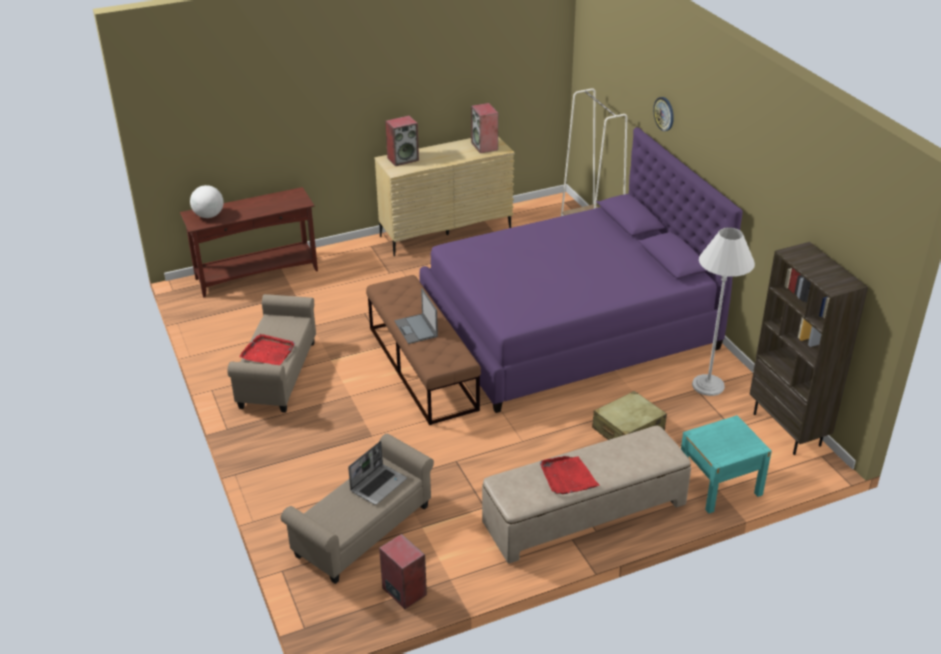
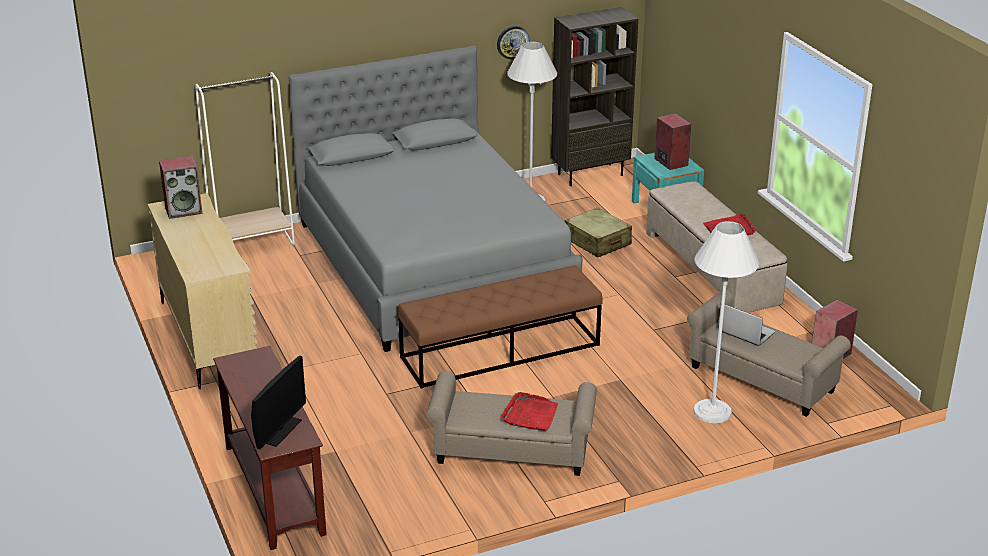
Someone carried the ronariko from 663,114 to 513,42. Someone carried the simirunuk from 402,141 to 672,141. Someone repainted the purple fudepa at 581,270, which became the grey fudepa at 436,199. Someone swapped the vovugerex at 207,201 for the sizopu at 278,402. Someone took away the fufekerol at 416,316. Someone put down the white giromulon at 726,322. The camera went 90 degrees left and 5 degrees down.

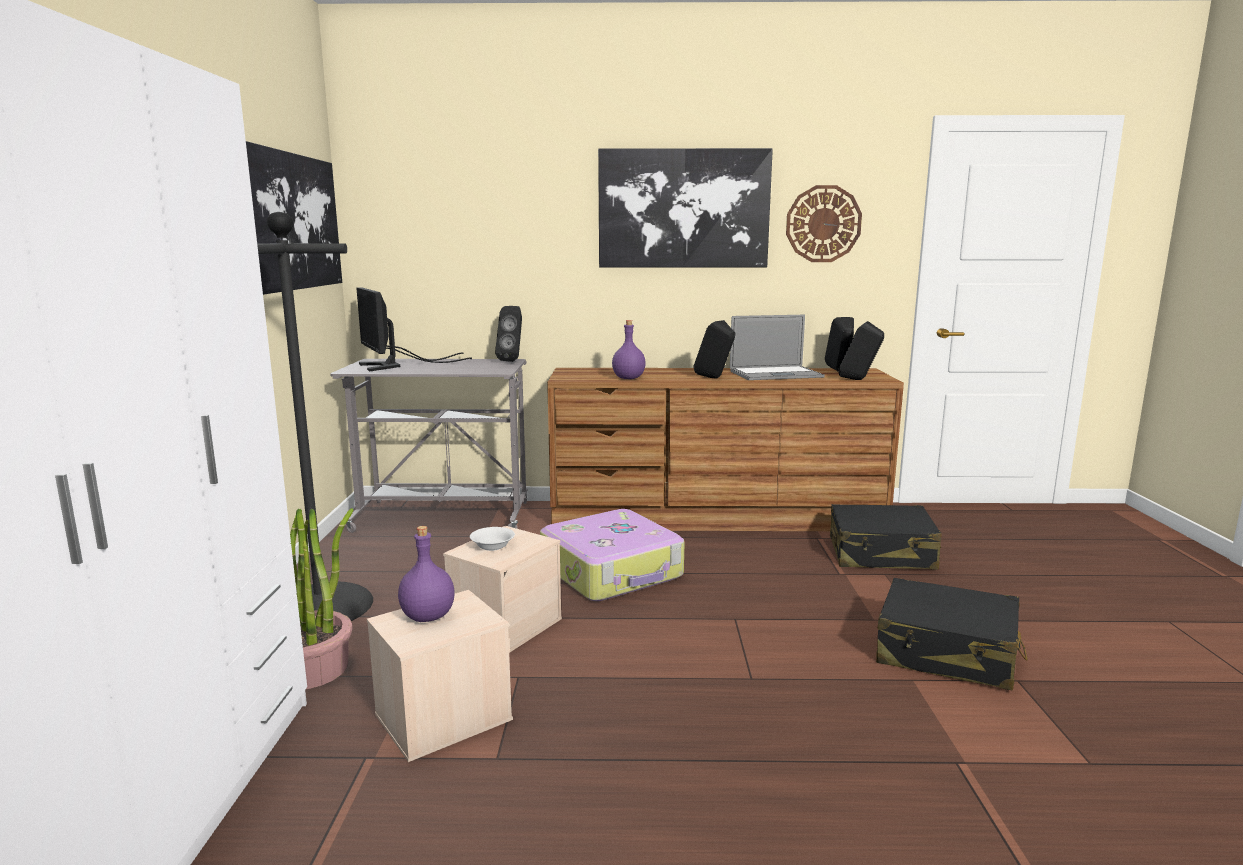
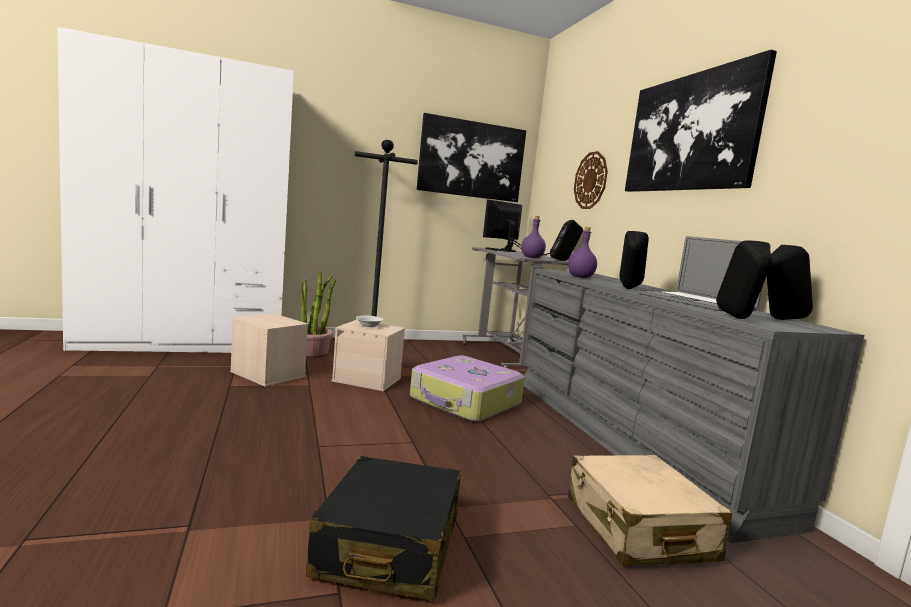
Someone carried the ronariko from 824,223 to 591,180. Someone repainted the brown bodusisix at 725,449, which became the grey bodusisix at 693,406. Someone repainted the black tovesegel at 886,537, which became the beige tovesegel at 650,510. Someone carried the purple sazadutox from 426,574 to 533,237. The camera went 70 degrees right and 5 degrees down.

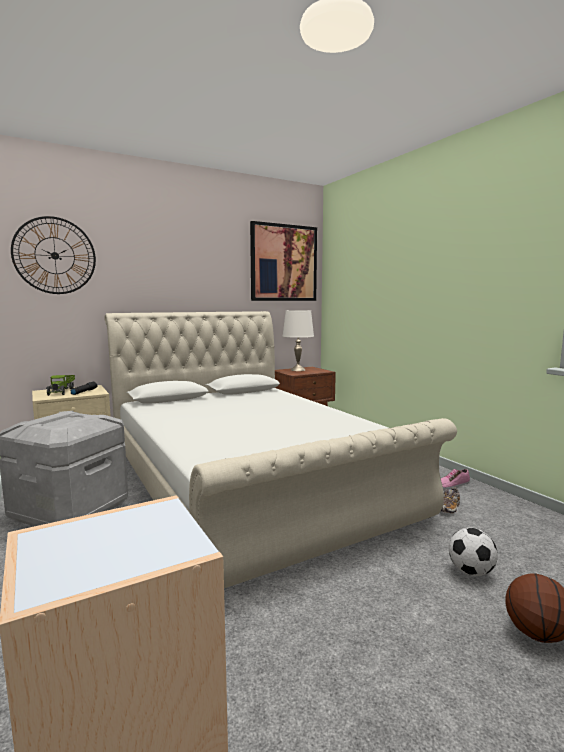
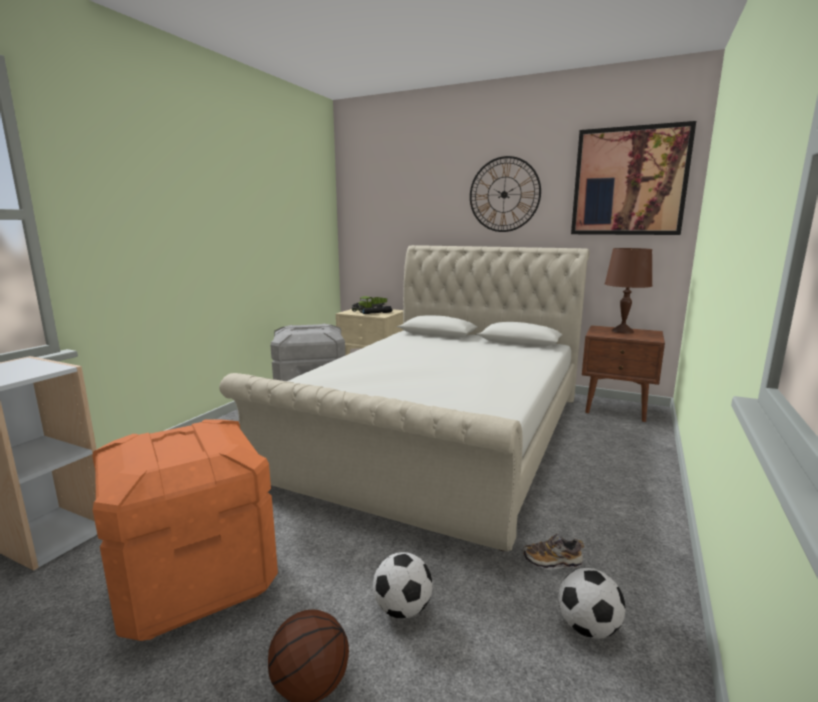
Someone carried the ronariko from 53,255 to 505,194. Someone repainted the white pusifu at 298,340, which became the brown pusifu at 629,291. Someone took away the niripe at 455,479. Someone put down the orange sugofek at 185,530. Someone put down the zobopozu at 591,603. The camera went 55 degrees right and 5 degrees up.

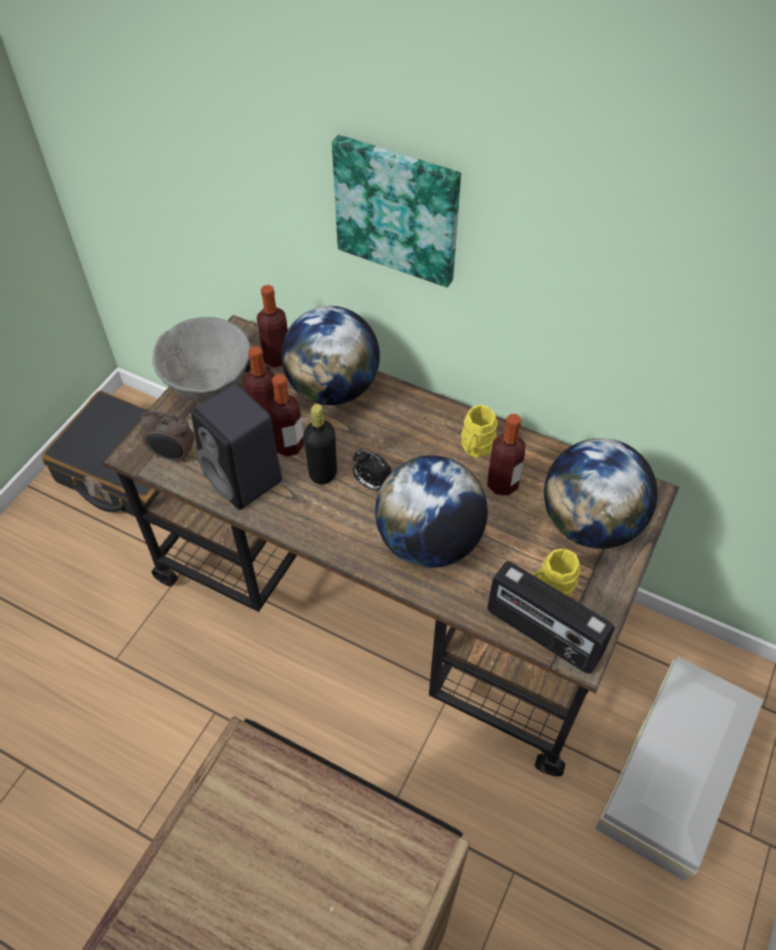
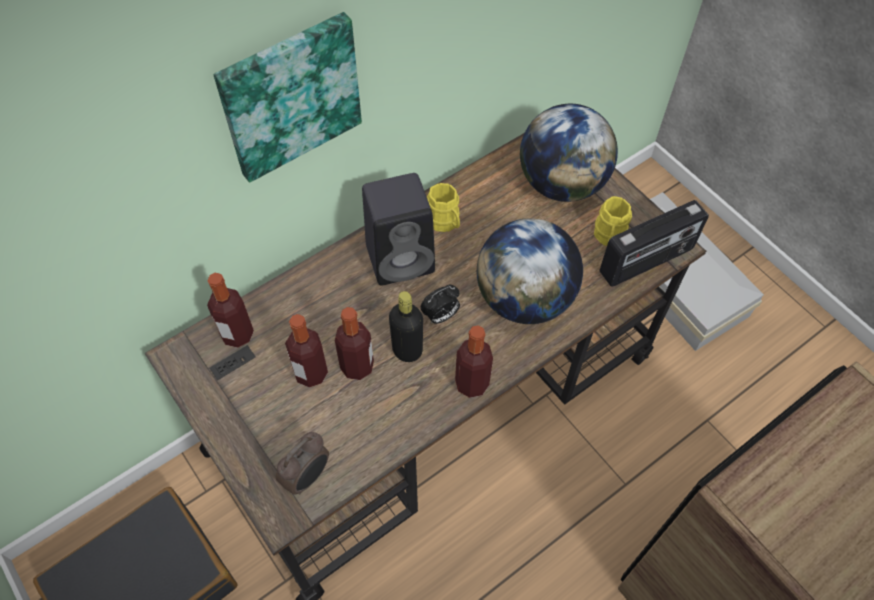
Someone took away the vovugerex at 330,355. Someone took away the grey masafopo at 201,360. Someone carried the black simirunuk from 236,447 to 398,229. Someone carried the sazadutox from 506,455 to 474,361. The camera went 65 degrees left and 5 degrees up.

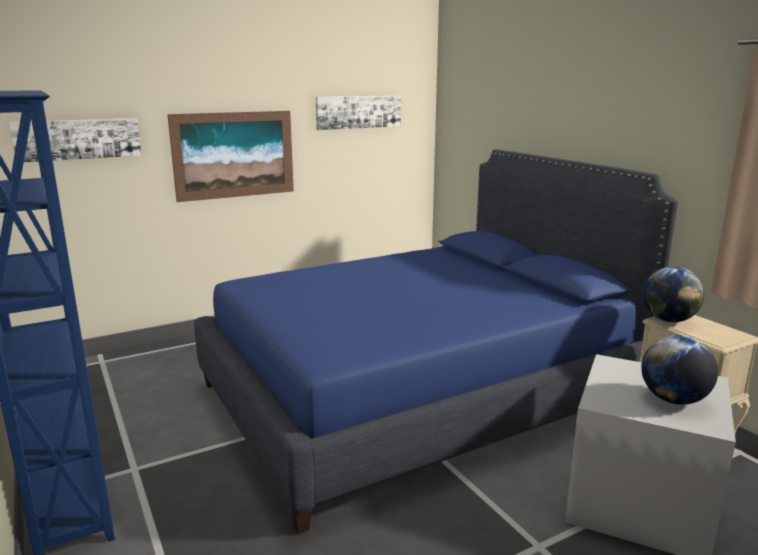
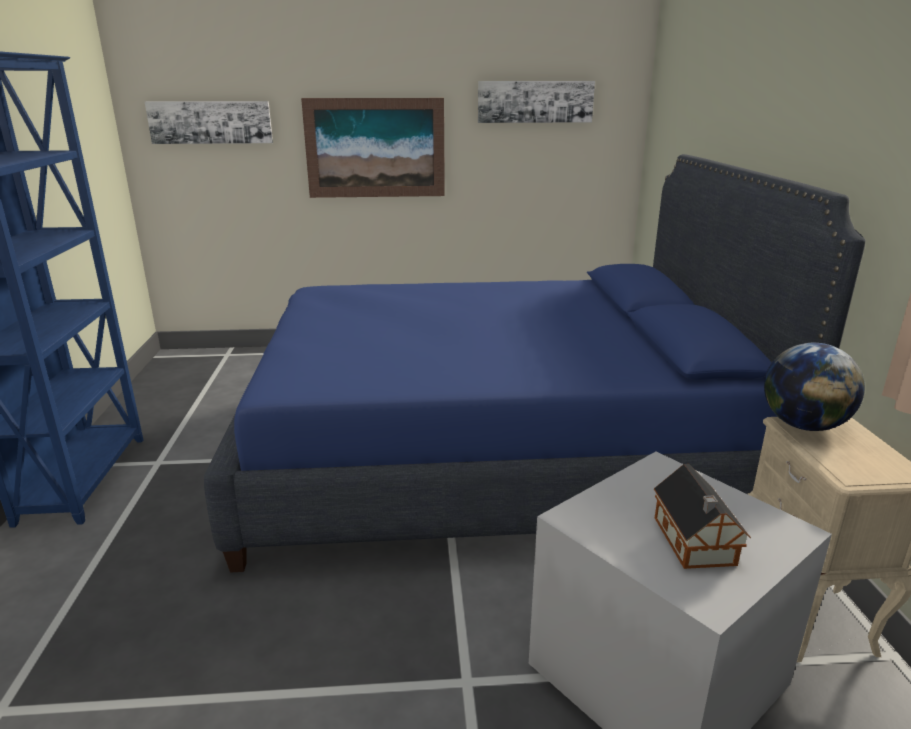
Someone swapped the vovugerex at 679,370 for the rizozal at 702,516. The camera went 25 degrees right and 5 degrees up.

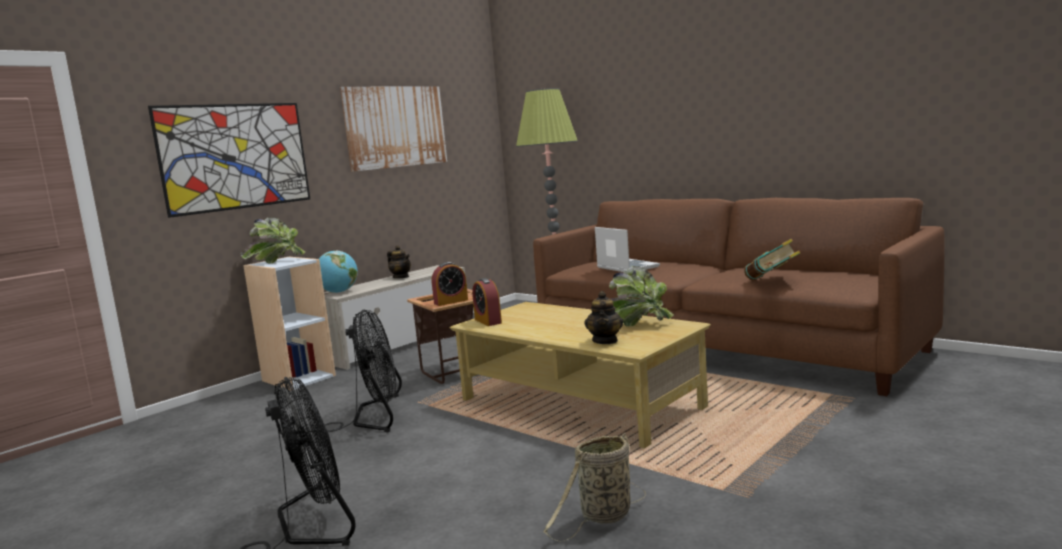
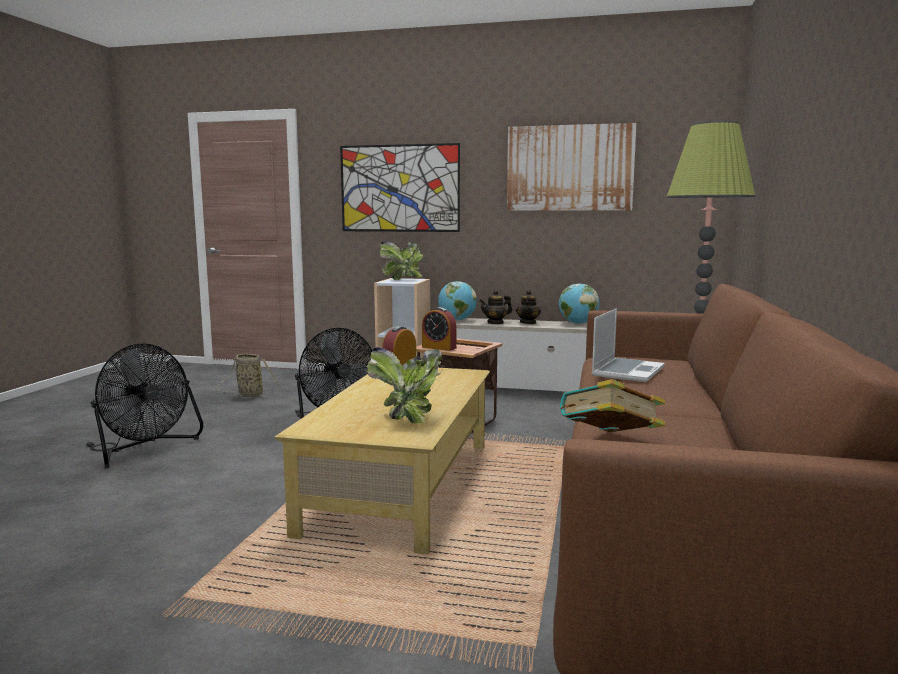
Someone carried the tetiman from 603,317 to 495,307. Someone carried the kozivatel from 595,487 to 249,375. Someone put down the vovugerex at 579,304. The camera went 60 degrees right and 0 degrees up.

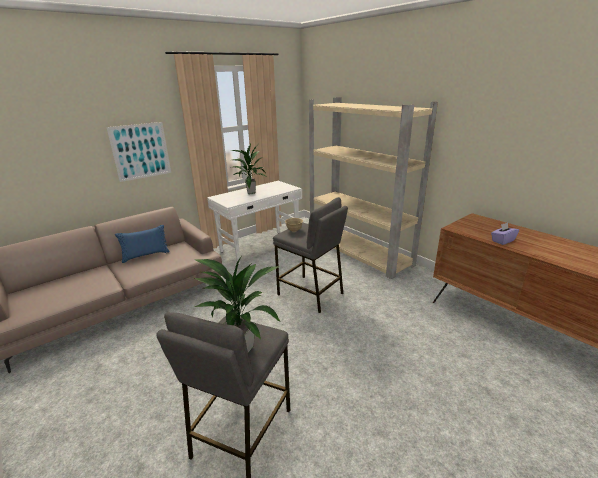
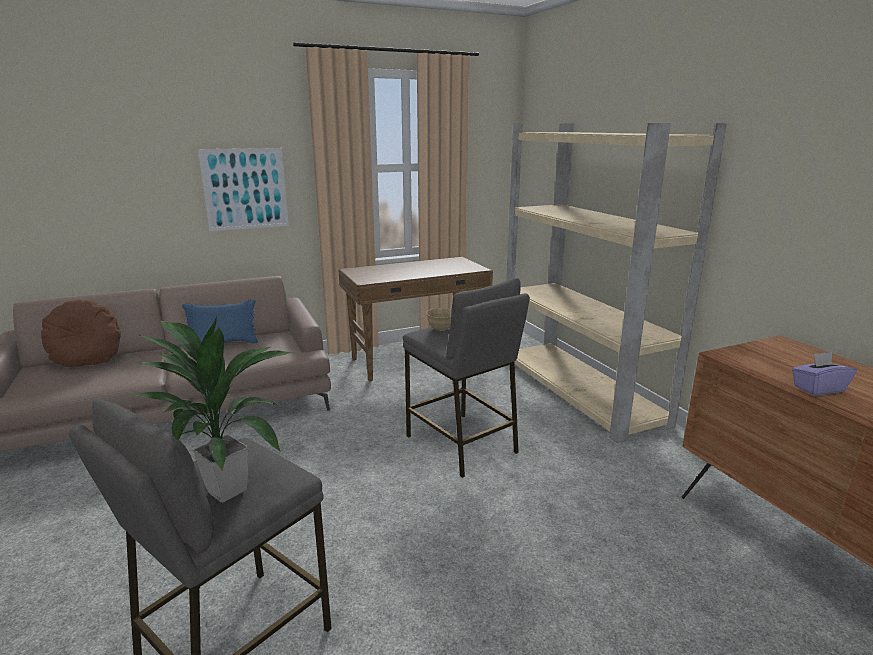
Someone took away the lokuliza at 248,169. Someone repainted the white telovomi at 254,223, which became the brown telovomi at 416,319. Someone put down the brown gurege at 81,333. The camera went 15 degrees right and 5 degrees down.

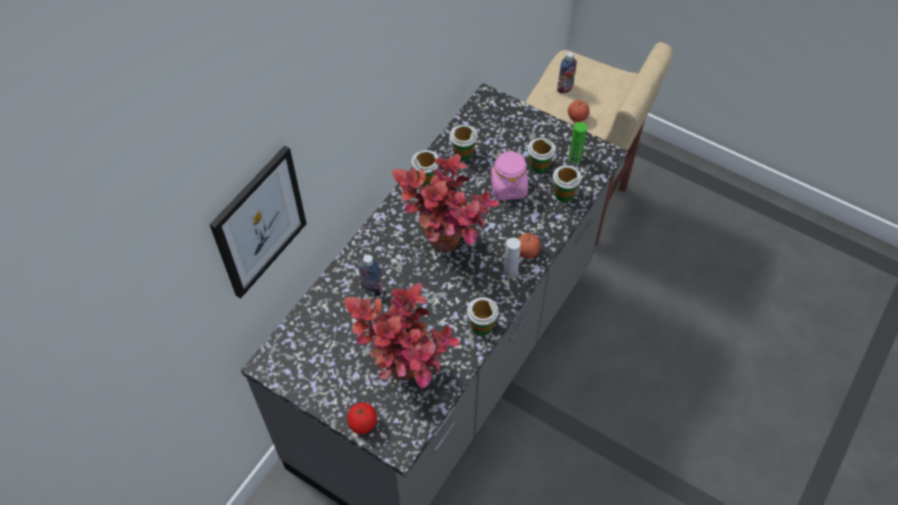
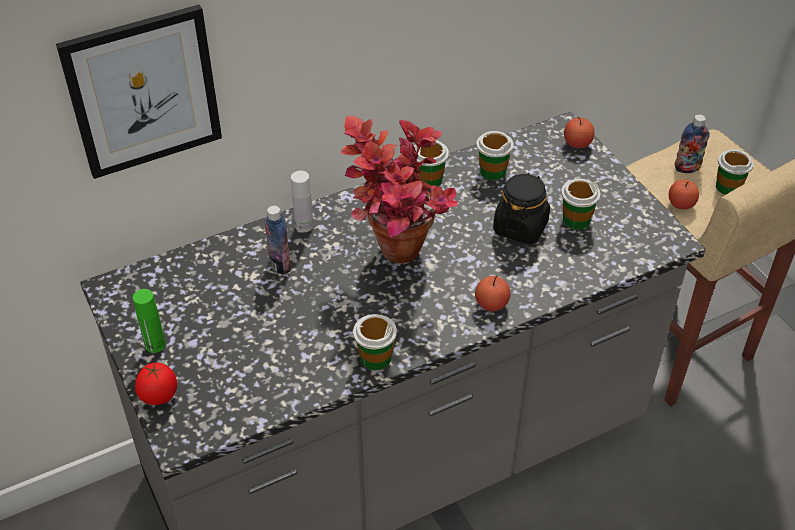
Someone carried the green sazadutox from 577,142 to 149,321. Someone repainted the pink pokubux at 509,175, which became the black pokubux at 521,208. Someone carried the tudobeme from 567,183 to 735,172. Someone carried the white sazadutox from 512,257 to 302,201. Someone took away the lokuliza at 402,336. Someone put down the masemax at 579,133. The camera went 30 degrees right and 10 degrees down.

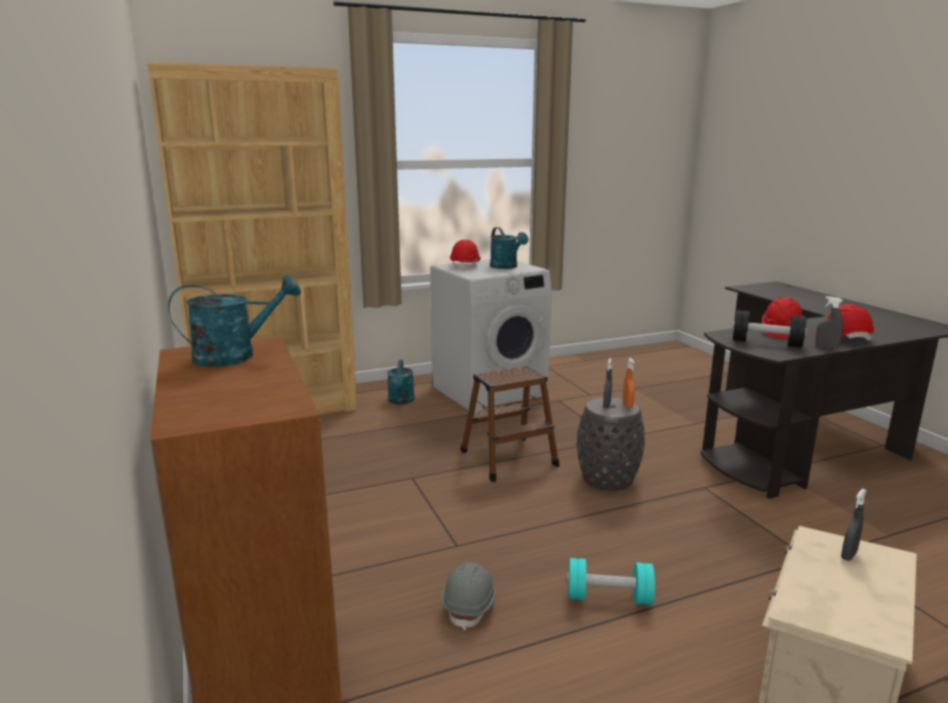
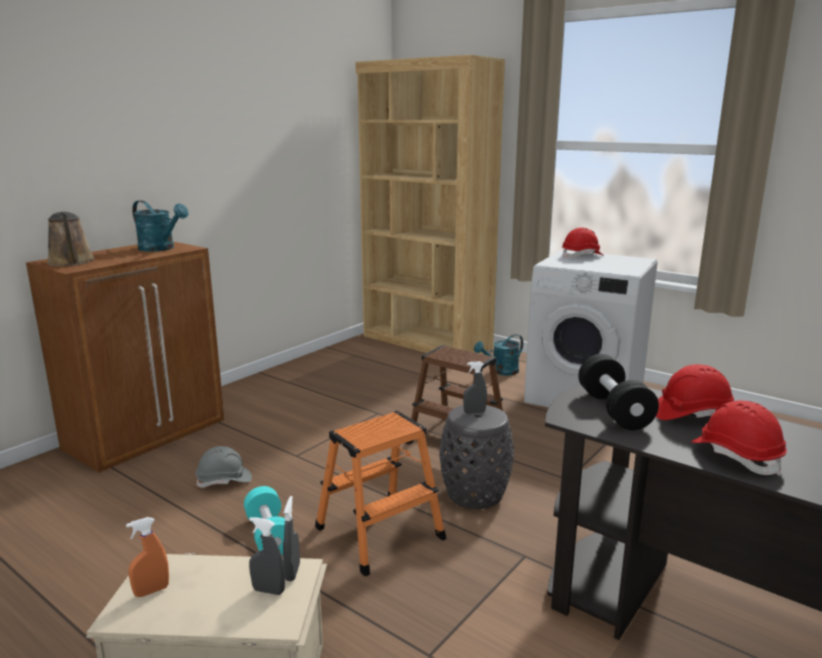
Someone took away the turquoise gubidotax at 509,248. Someone carried the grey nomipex from 829,322 to 291,538. Someone carried the orange nomipex from 629,383 to 147,557. Someone put down the brown gubidotax at 71,239. Someone put down the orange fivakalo at 380,493. The camera went 60 degrees right and 0 degrees up.

